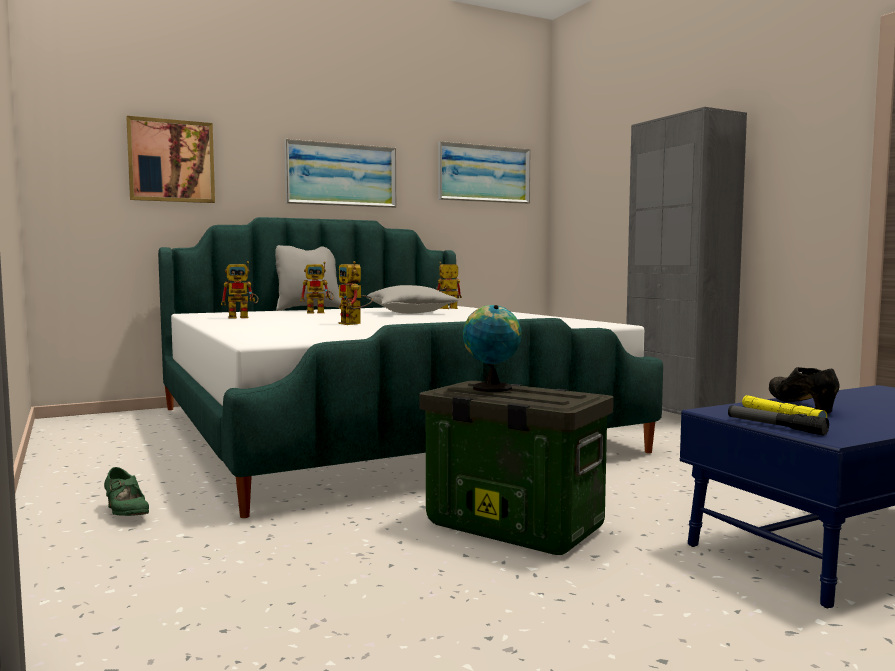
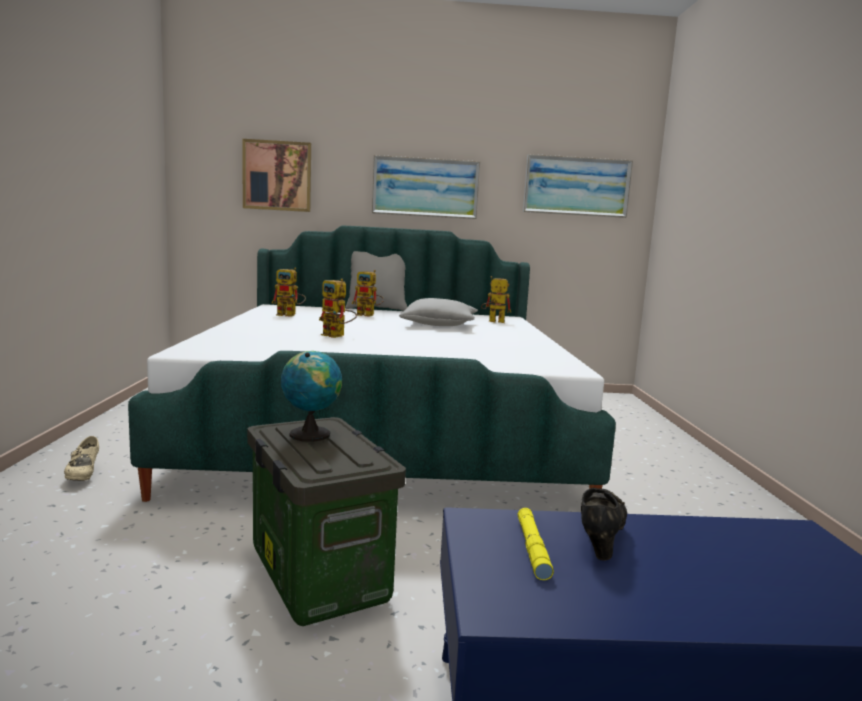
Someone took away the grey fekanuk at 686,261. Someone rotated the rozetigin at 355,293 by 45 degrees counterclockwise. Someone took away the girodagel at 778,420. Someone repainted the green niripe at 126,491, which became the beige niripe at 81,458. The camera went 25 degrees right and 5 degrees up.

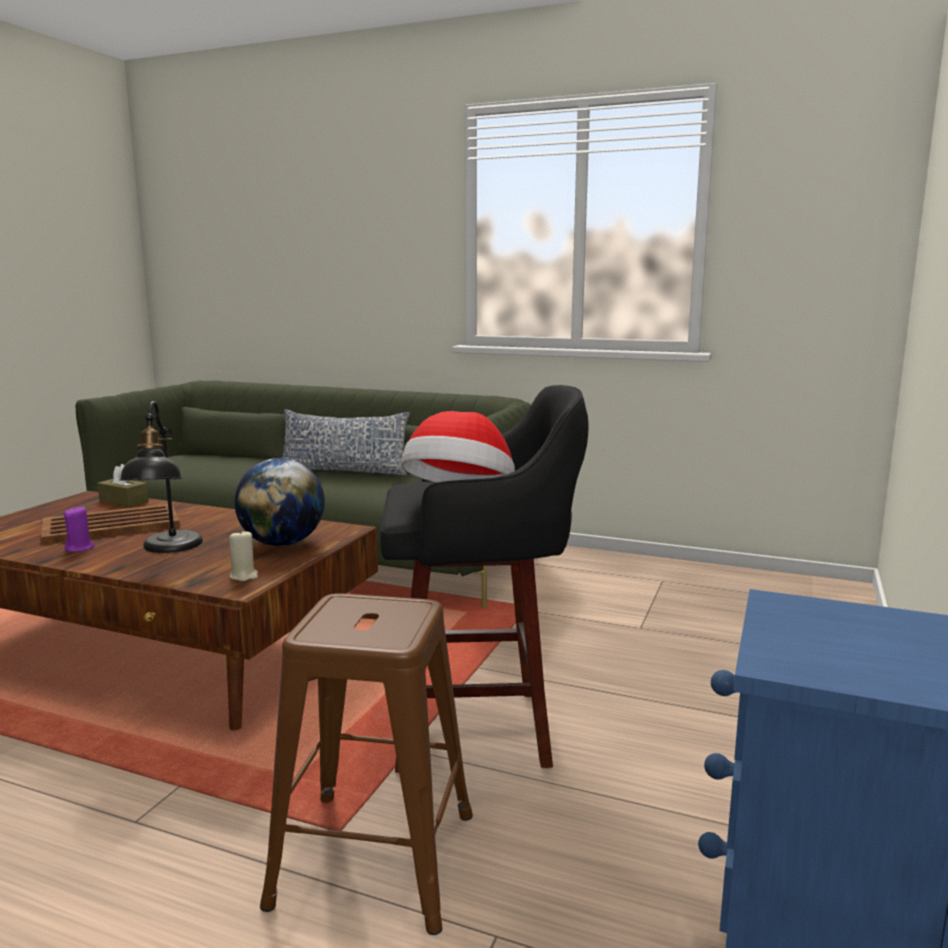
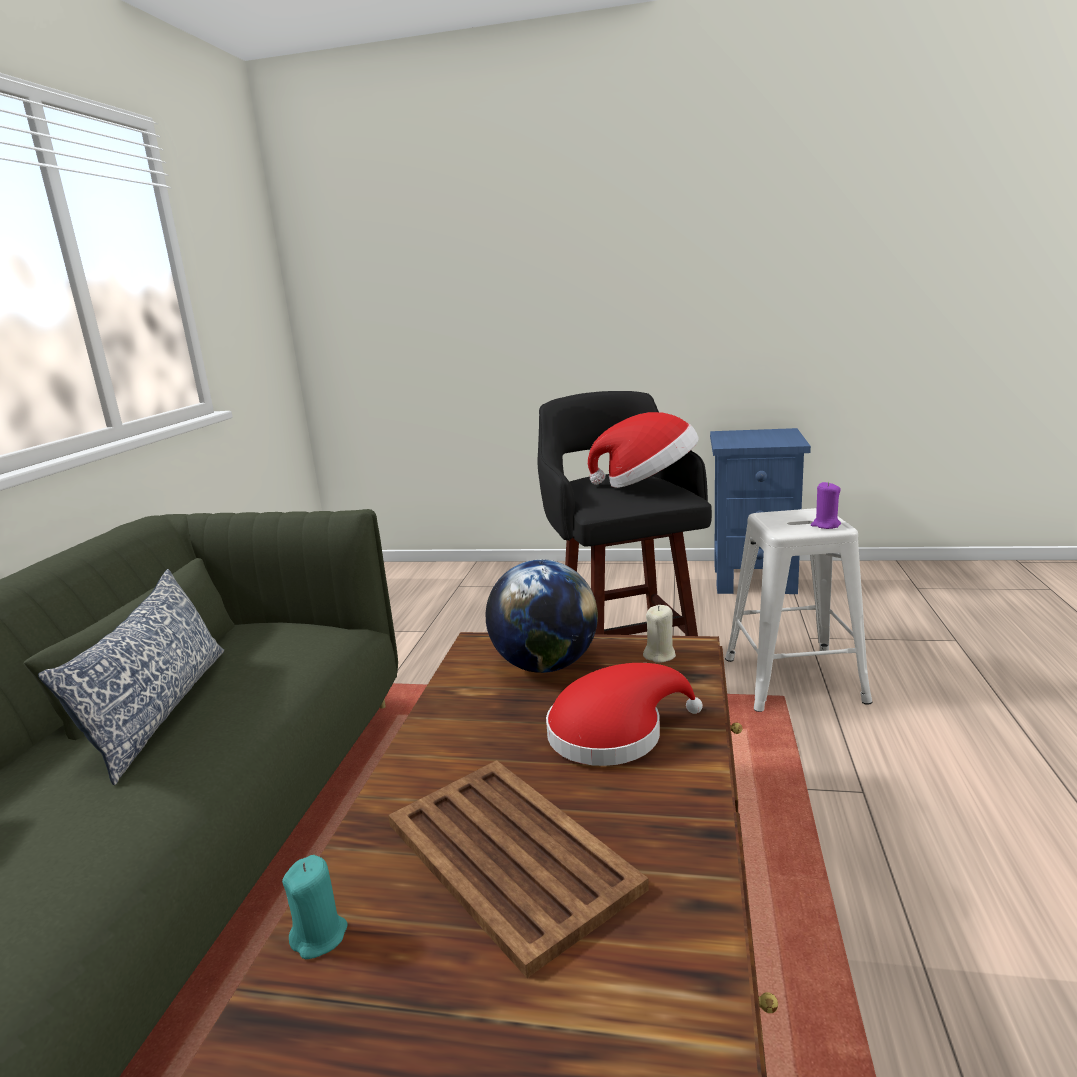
Someone swapped the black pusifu at 161,477 for the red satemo at 624,714. Someone swapped the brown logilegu at 123,485 for the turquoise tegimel at 315,907. Someone carried the purple tegimel from 79,529 to 826,505. Someone repainted the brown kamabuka at 366,764, which became the white kamabuka at 798,610. The camera went 100 degrees left and 5 degrees up.

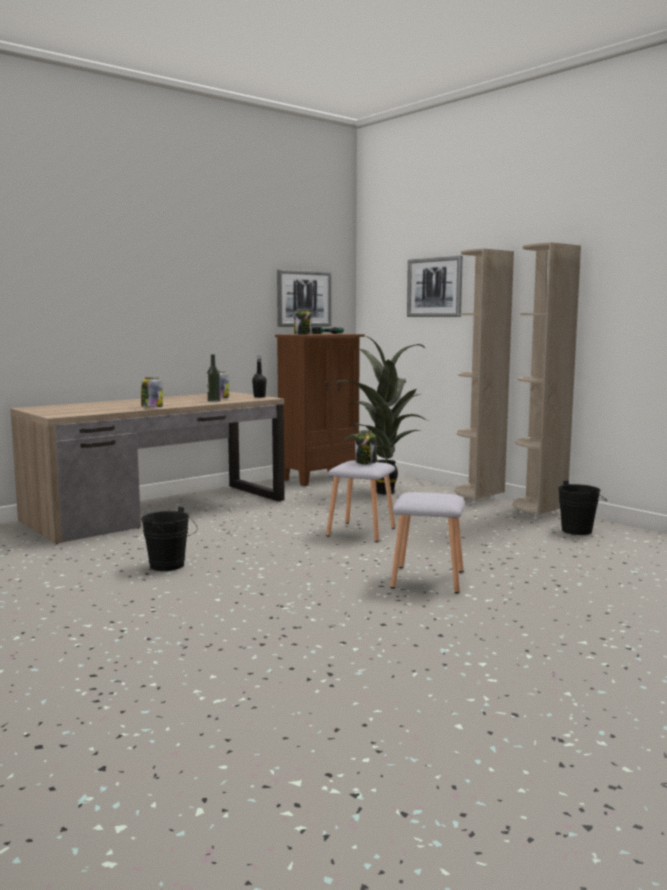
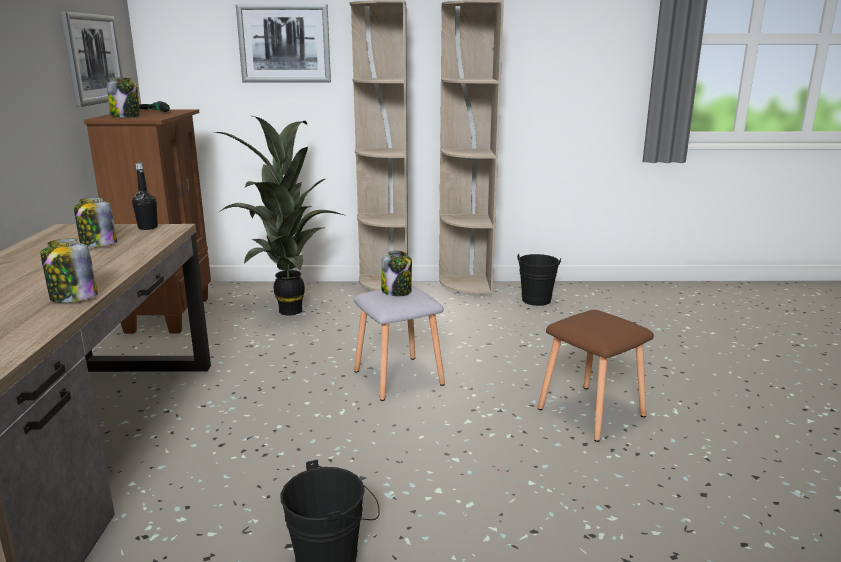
Someone took away the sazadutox at 214,378. Someone repainted the grey kamabuka at 427,543, which became the brown kamabuka at 596,376. The camera went 50 degrees left and 10 degrees up.

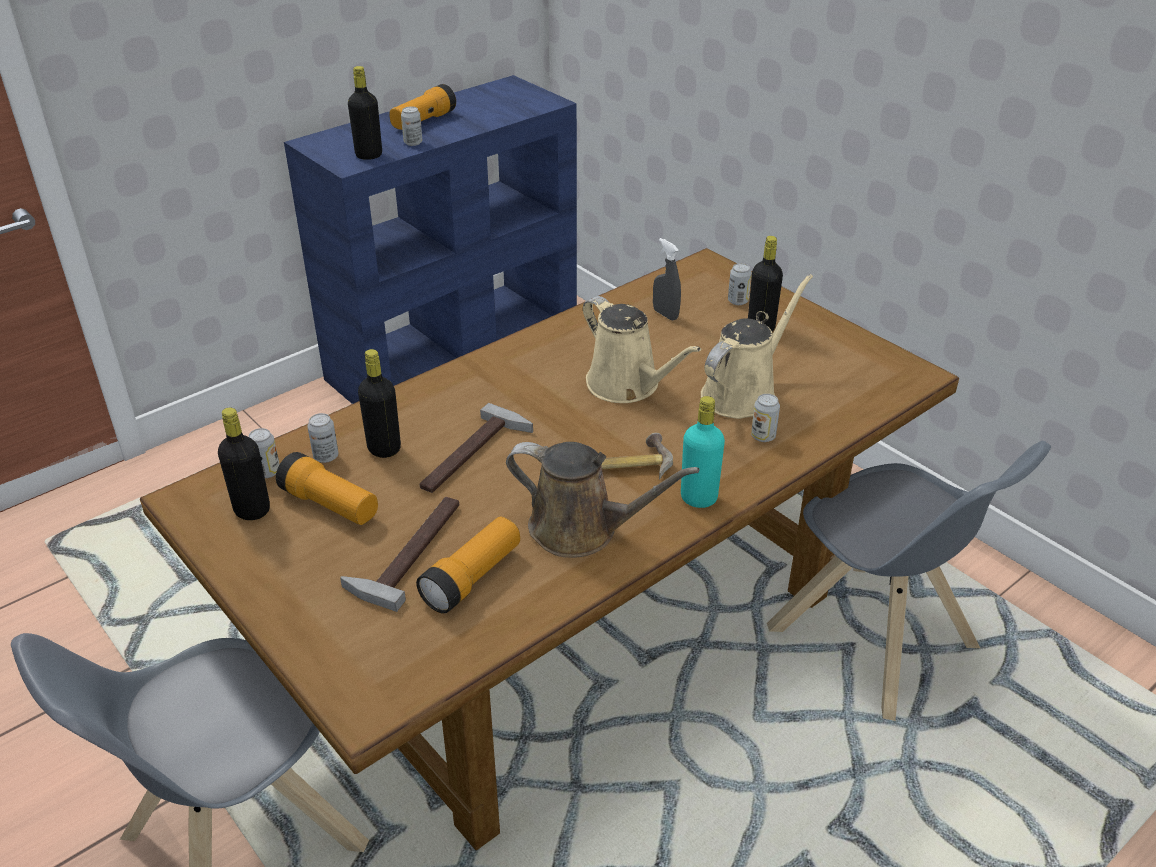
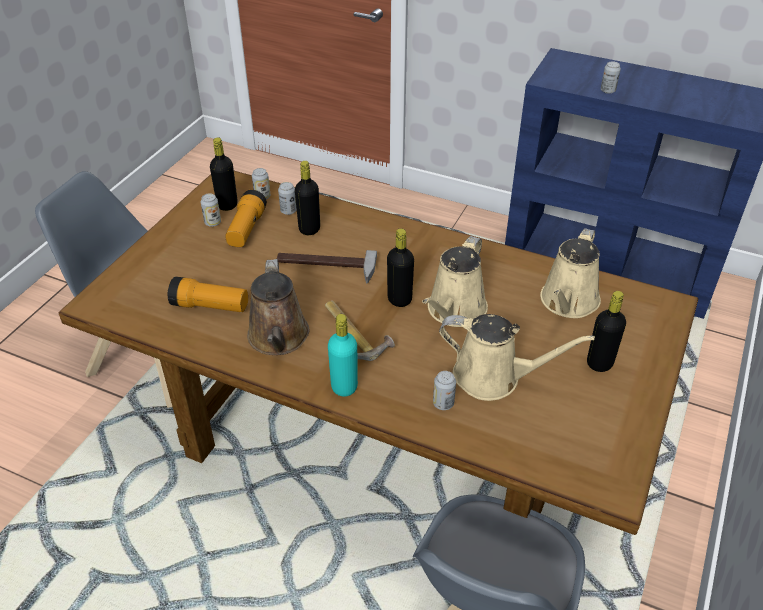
Someone carried the black sazadutox from 365,113 to 400,267. Someone took away the girodagel at 422,107. Someone swapped the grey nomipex at 667,279 for the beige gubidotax at 570,273. Someone carried the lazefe from 740,284 to 211,210. Someone took away the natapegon at 399,554. The camera went 65 degrees right and 5 degrees up.

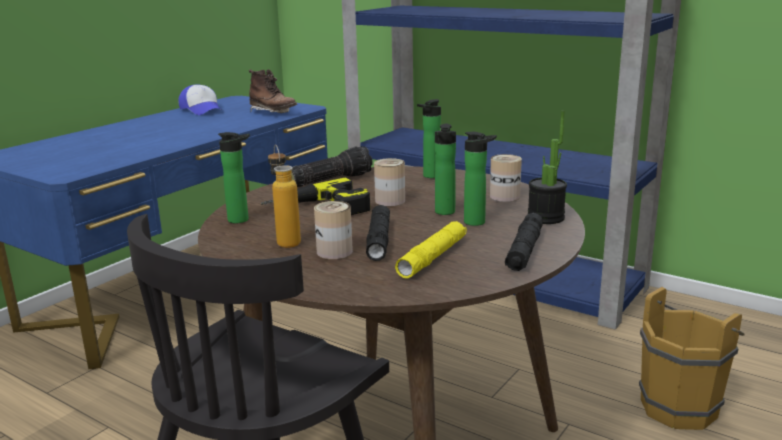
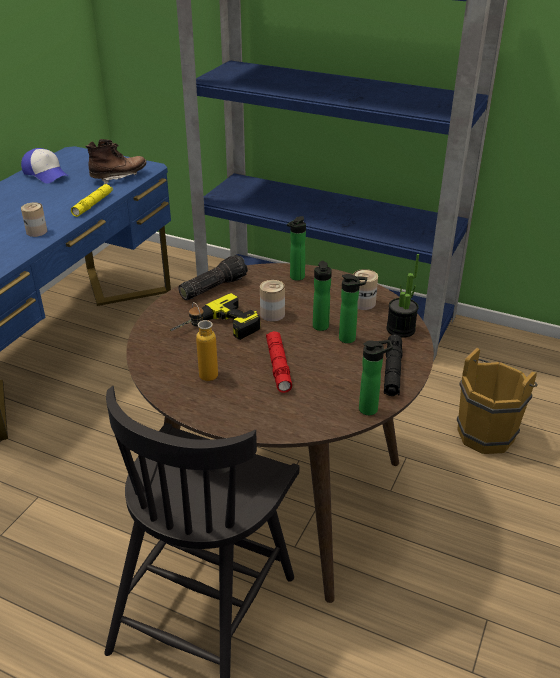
Someone rotated the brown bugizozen at 273,91 by 60 degrees counterclockwise. Someone carried the sazadutox from 234,177 to 376,377. Someone carried the lazefe from 333,230 to 34,220. Someone repainted the black girodagel at 378,233, which became the red girodagel at 279,362. Someone carried the yellow girodagel from 431,250 to 92,200. The camera went 10 degrees left and 15 degrees up.

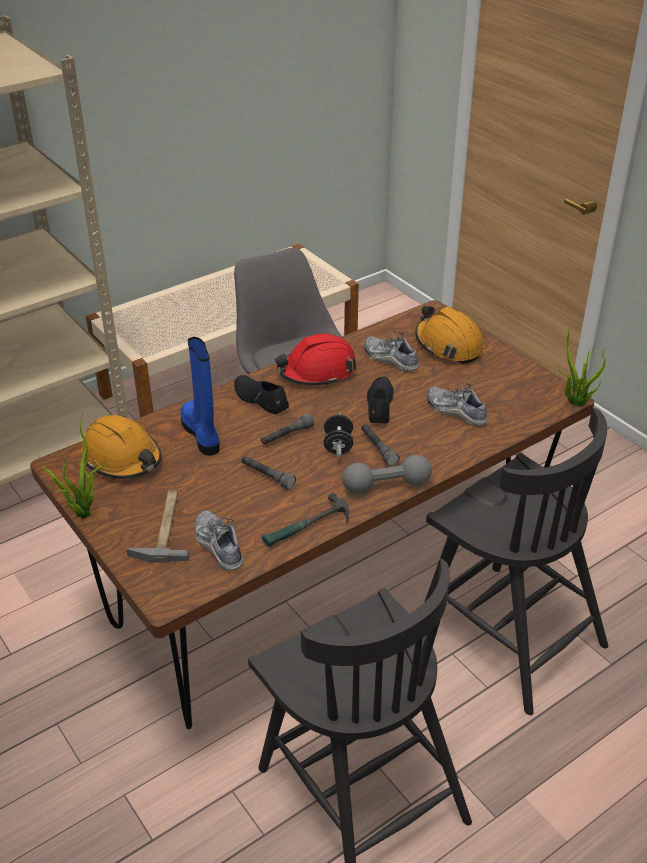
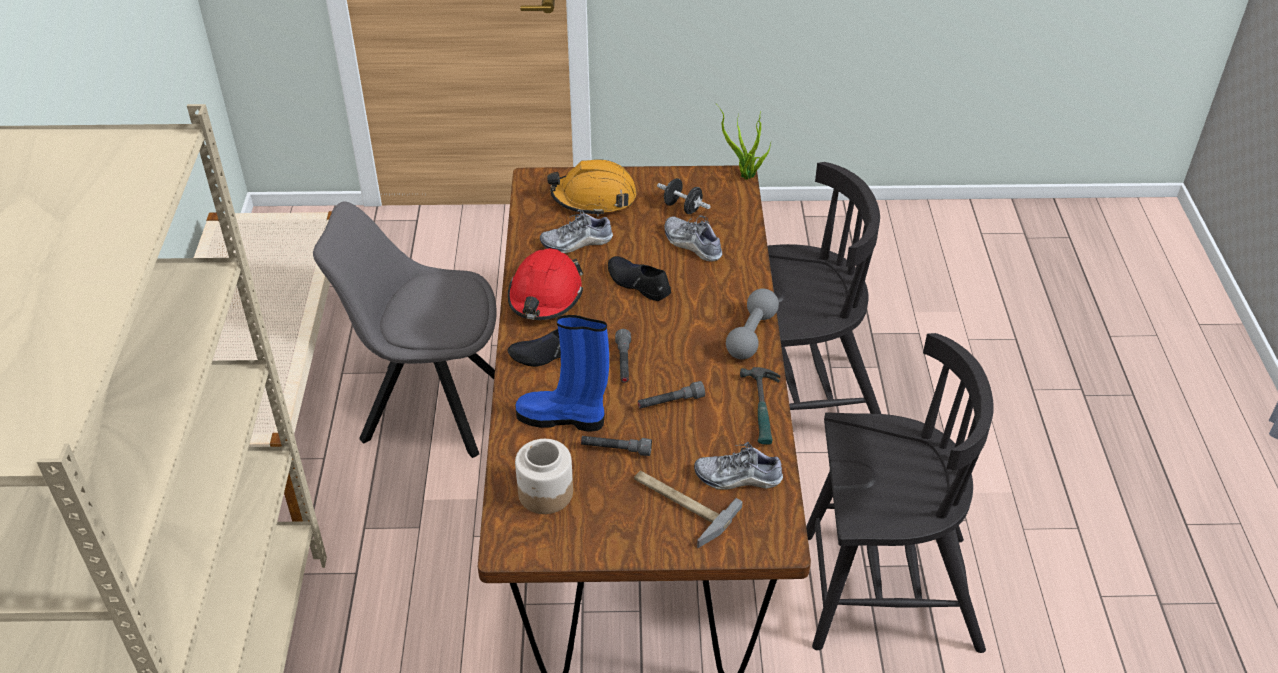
Someone rotated the niripe at 457,404 by 60 degrees clockwise. Someone carried the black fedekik from 338,435 to 684,196. Someone took away the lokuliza at 72,466. Someone swapped the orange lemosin at 122,447 for the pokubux at 544,476. Someone carried the grey girodagel from 380,445 to 616,446. The camera went 55 degrees left and 5 degrees up.

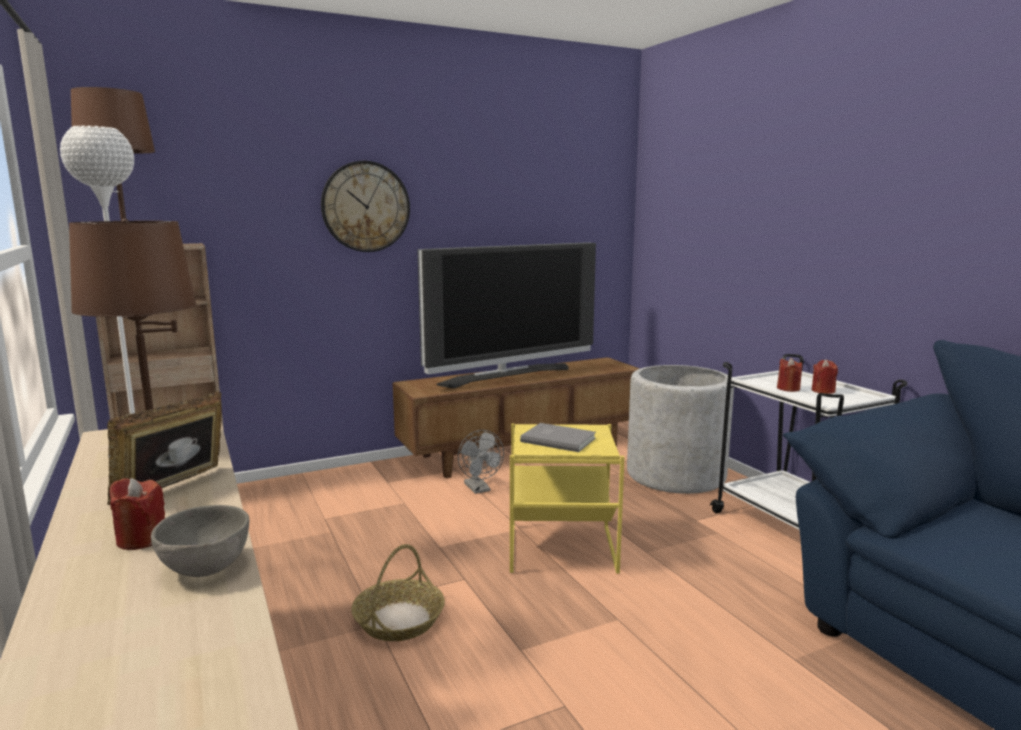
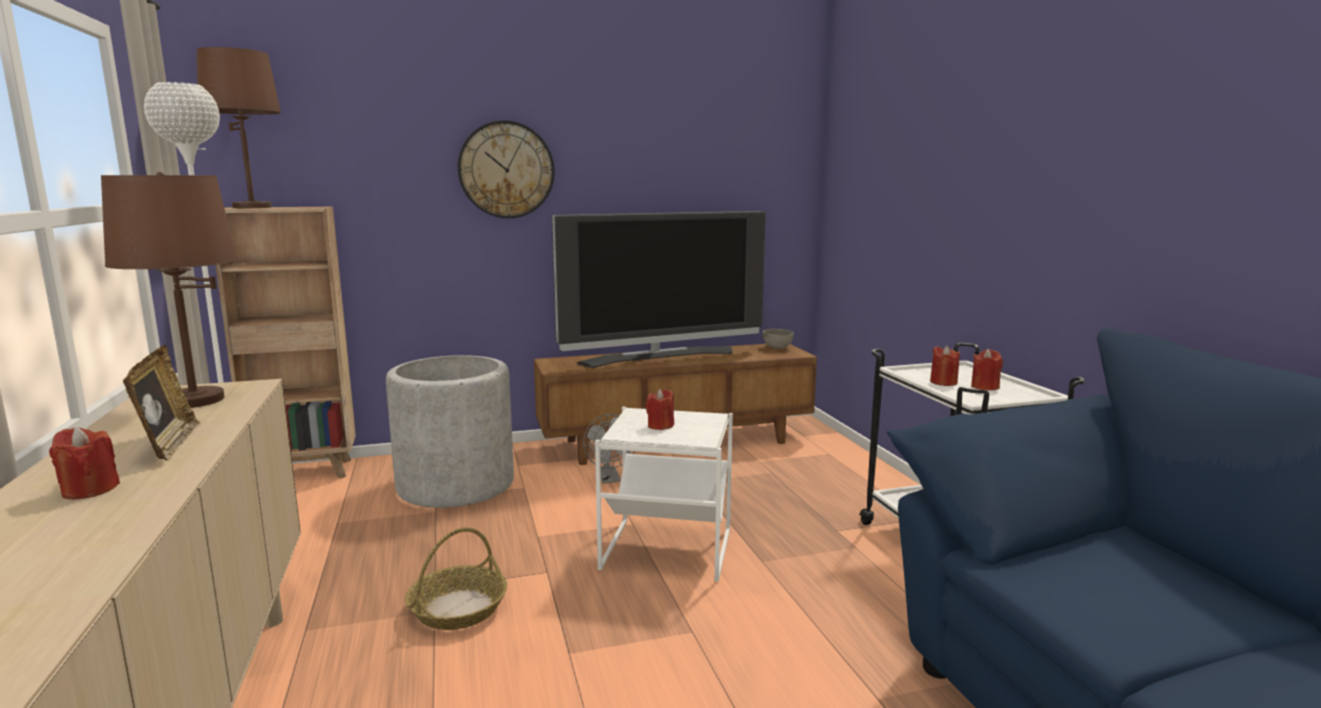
Someone carried the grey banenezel from 680,429 to 450,431. Someone rotated the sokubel at 164,448 by 120 degrees clockwise. Someone repainted the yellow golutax at 567,498, which became the white golutax at 664,494. Someone swapped the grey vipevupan at 558,437 for the red tegimel at 660,409. Someone carried the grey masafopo from 200,541 to 778,339. The camera went 10 degrees right and 0 degrees up.

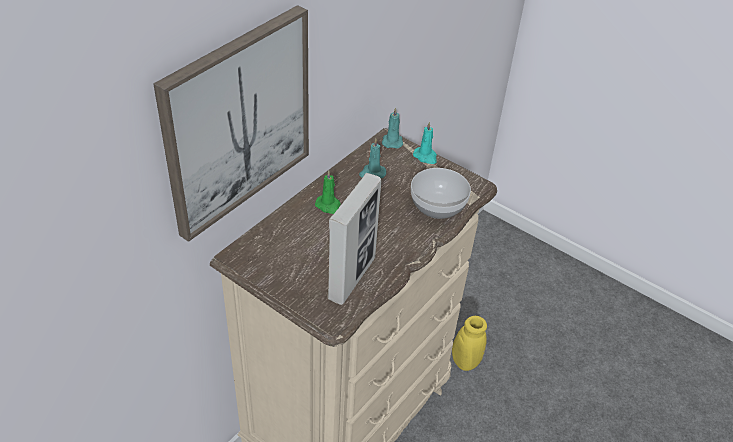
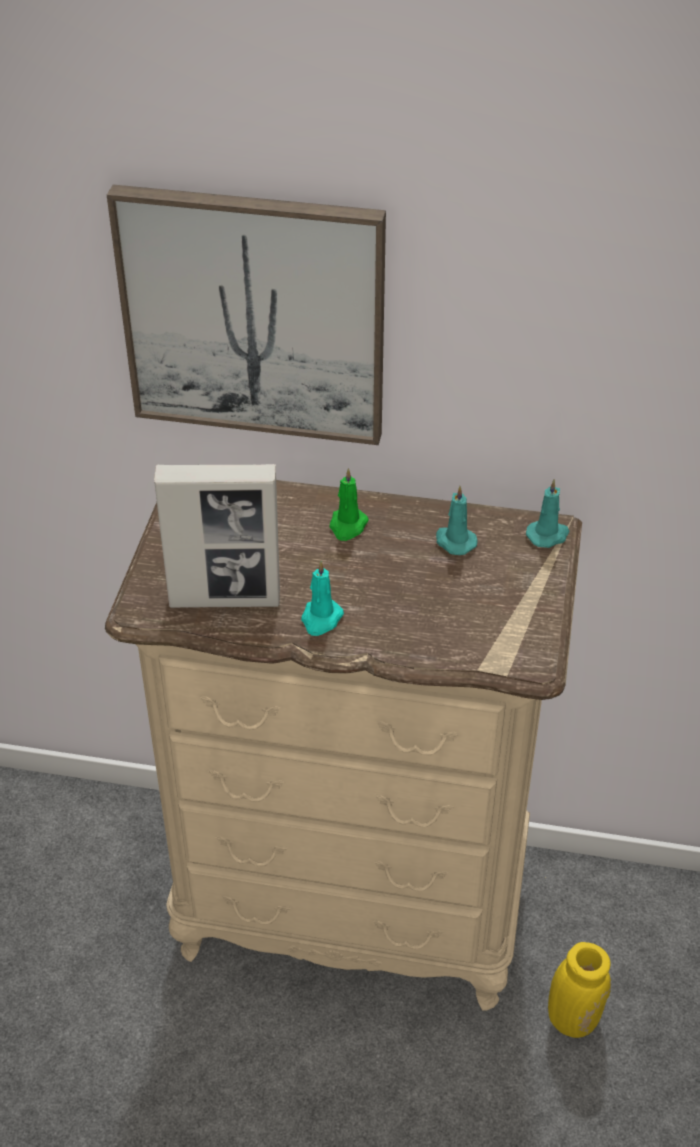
Someone carried the turquoise tegimel from 425,142 to 322,598. Someone took away the masafopo at 441,193. The camera went 65 degrees right and 0 degrees up.

